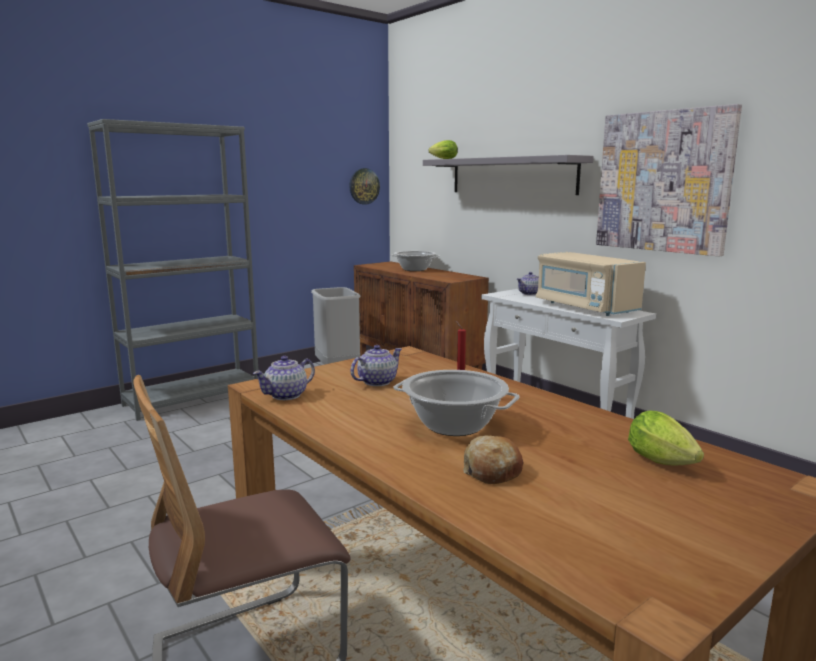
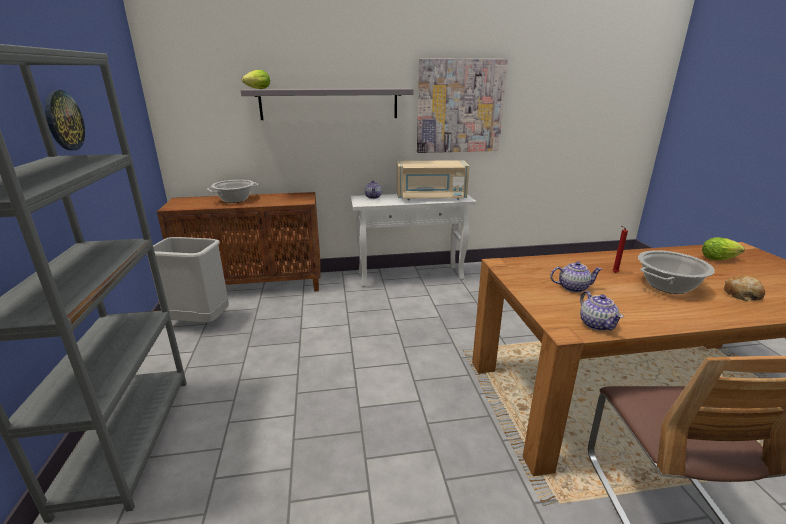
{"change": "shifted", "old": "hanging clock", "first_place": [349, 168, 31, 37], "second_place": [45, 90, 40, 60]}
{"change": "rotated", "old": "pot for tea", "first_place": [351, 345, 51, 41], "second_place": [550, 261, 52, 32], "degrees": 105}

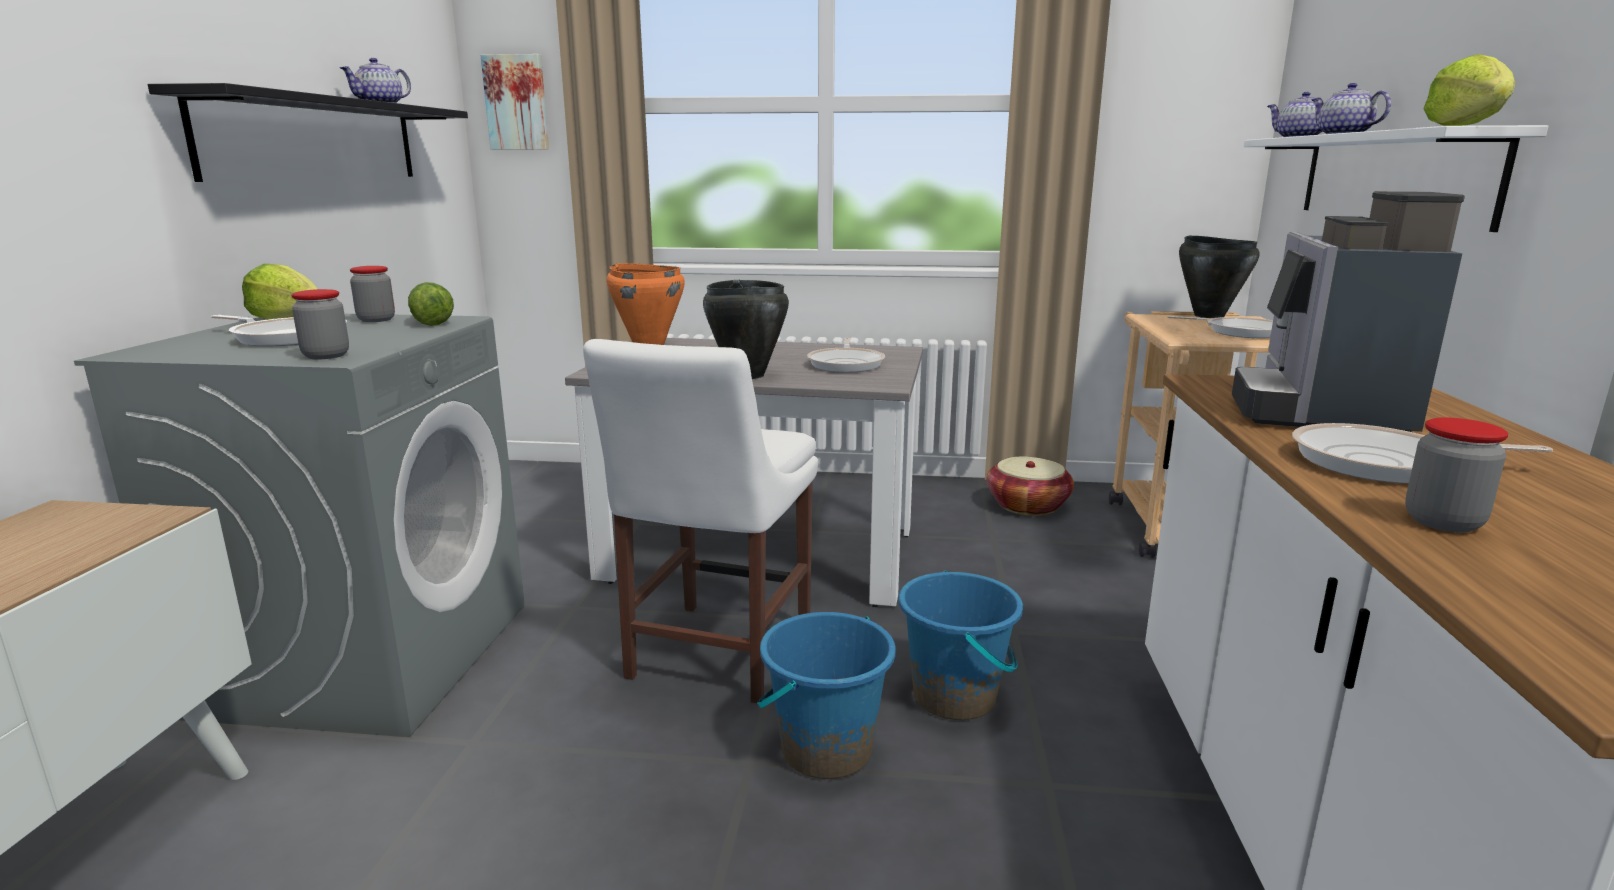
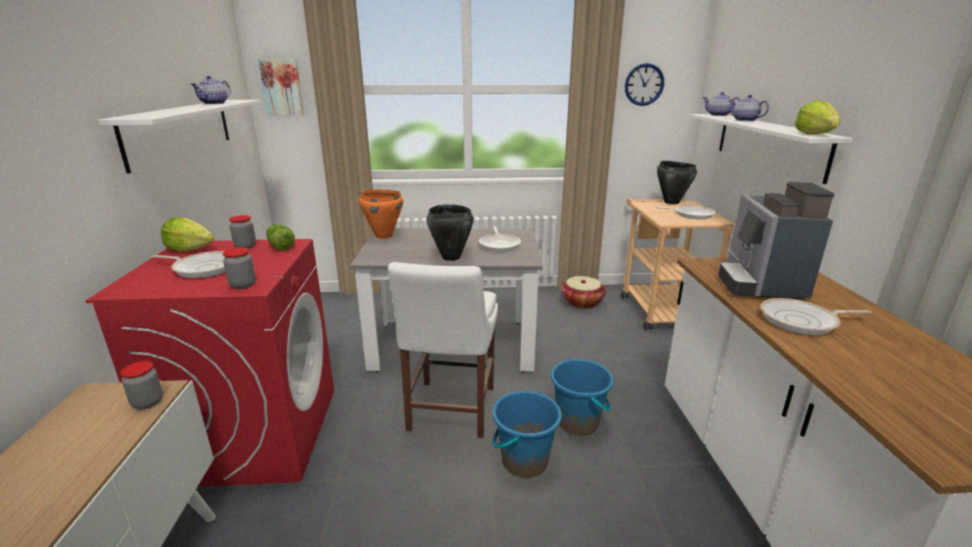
{"change": "new", "new": "hanging clock", "second_place": [625, 63, 39, 43]}
{"change": "shifted", "old": "storage jar", "first_place": [1405, 417, 104, 116], "second_place": [120, 361, 43, 48]}
{"change": "repainted", "old": "gray laundry machine", "new": "reddish laundry machine", "first_place": [74, 314, 451, 423], "second_place": [85, 239, 249, 248]}
{"change": "repainted", "old": "black shelf", "new": "white-coloured shelf", "first_place": [148, 83, 320, 99], "second_place": [98, 100, 163, 74]}

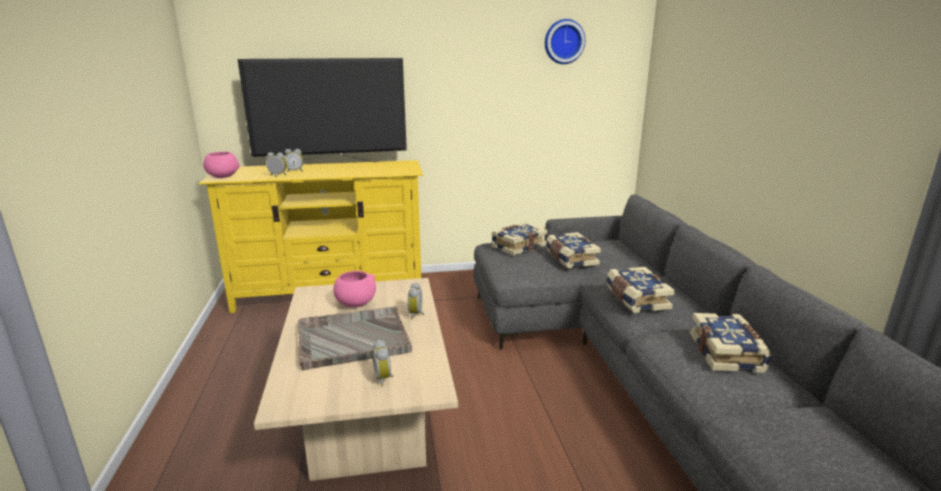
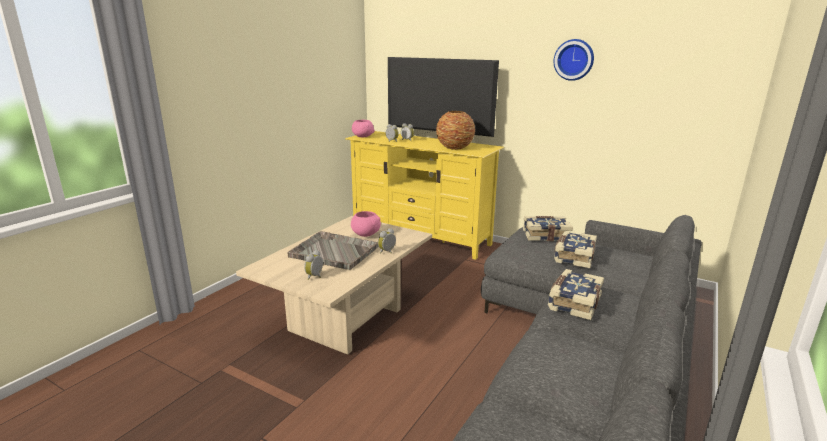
{"change": "gone", "old": "volume", "first_place": [690, 313, 82, 60]}
{"change": "new", "new": "flower vase", "second_place": [436, 111, 39, 39]}
{"change": "shifted", "old": "hanging clock", "first_place": [545, 19, 40, 45], "second_place": [554, 39, 40, 42]}

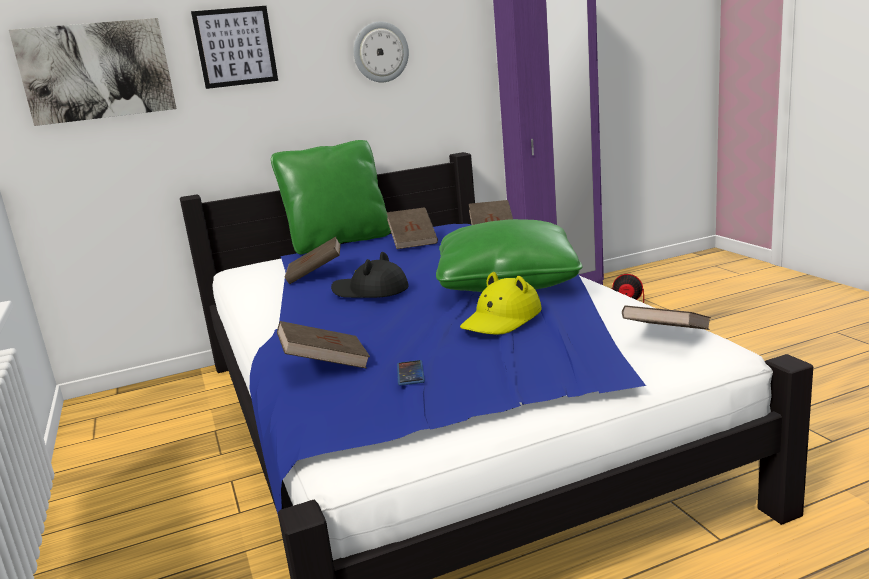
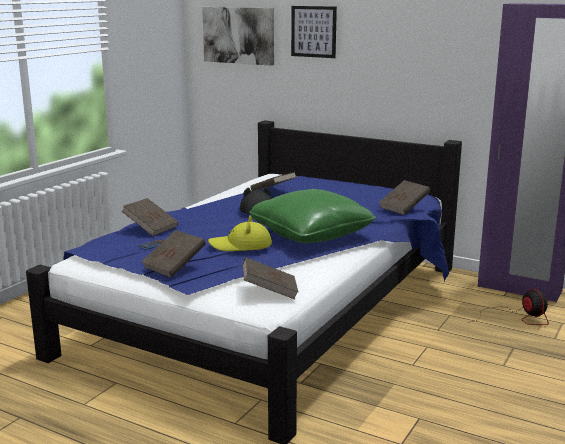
{"change": "gone", "old": "greenish cushion", "first_place": [271, 140, 120, 114]}
{"change": "gone", "old": "hanging clock", "first_place": [354, 21, 55, 61]}
{"change": "shifted", "old": "brown-coloured volume", "first_place": [387, 207, 51, 42], "second_place": [141, 230, 65, 48]}

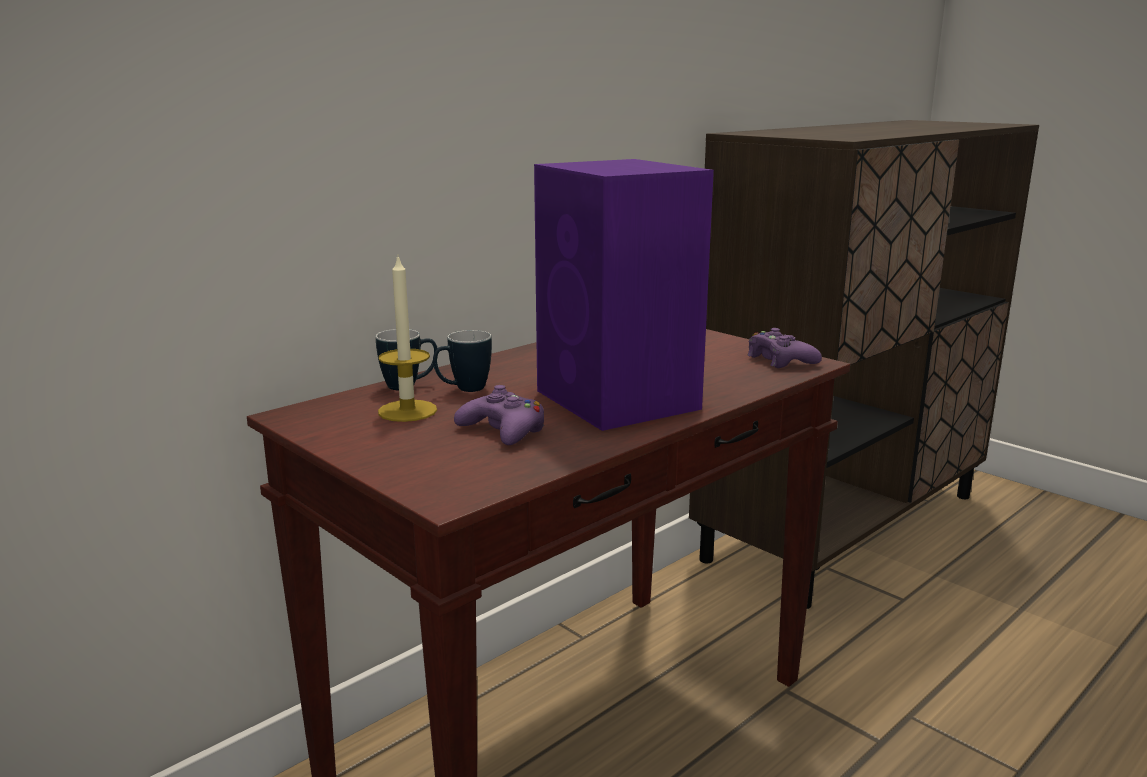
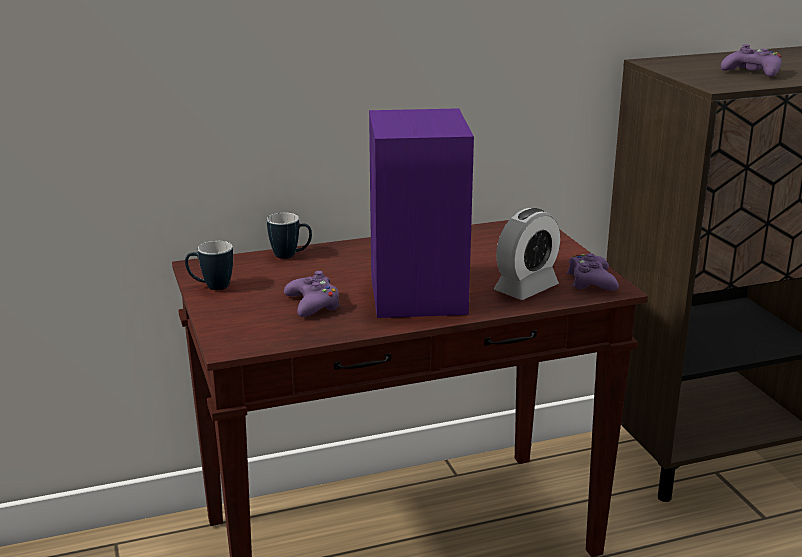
{"change": "gone", "old": "candle", "first_place": [378, 257, 59, 165]}
{"change": "new", "new": "alarm clock", "second_place": [494, 208, 66, 92]}
{"change": "new", "new": "purplish game controller", "second_place": [721, 44, 61, 33]}
{"change": "shifted", "old": "tea mug", "first_place": [433, 330, 59, 62], "second_place": [185, 241, 48, 49]}

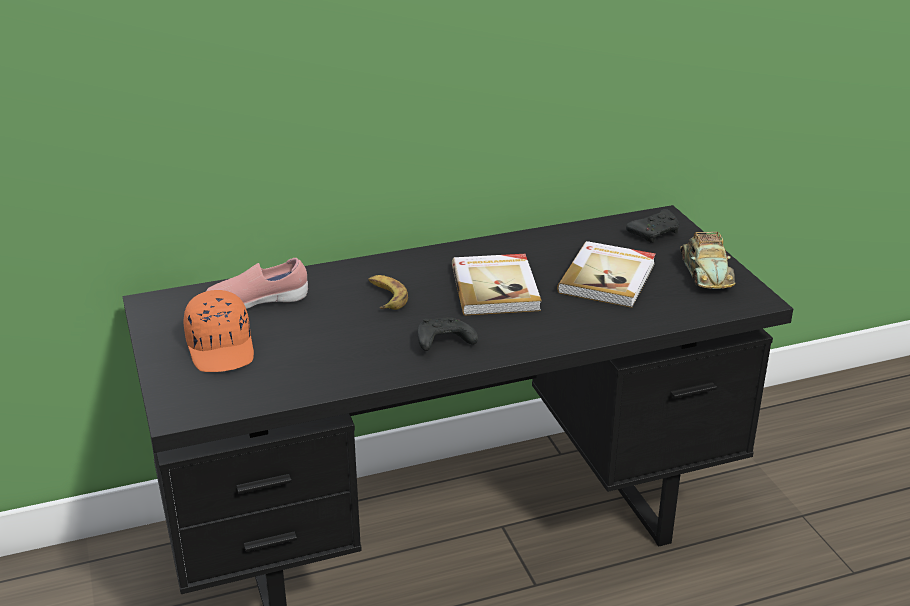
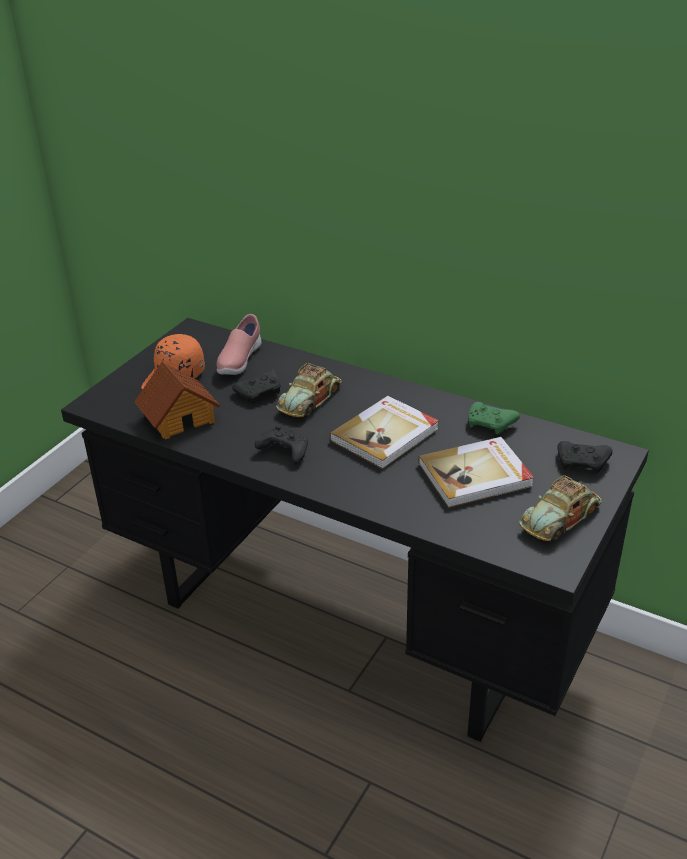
{"change": "new", "new": "toy house", "second_place": [134, 361, 86, 79]}
{"change": "new", "new": "black game controller", "second_place": [232, 369, 48, 35]}
{"change": "new", "new": "greenish game controller", "second_place": [468, 402, 52, 32]}
{"change": "swapped", "old": "whole banana", "new": "model car", "first_place": [368, 275, 40, 35], "second_place": [276, 363, 66, 54]}
{"change": "rotated", "old": "pink shoe", "first_place": [206, 258, 102, 51], "second_place": [217, 314, 45, 61], "degrees": -105}

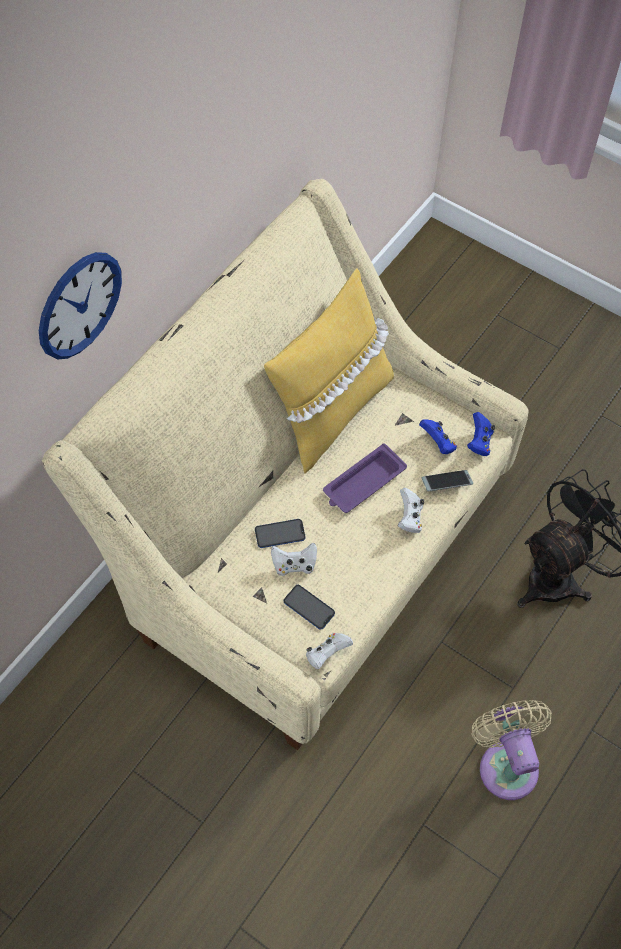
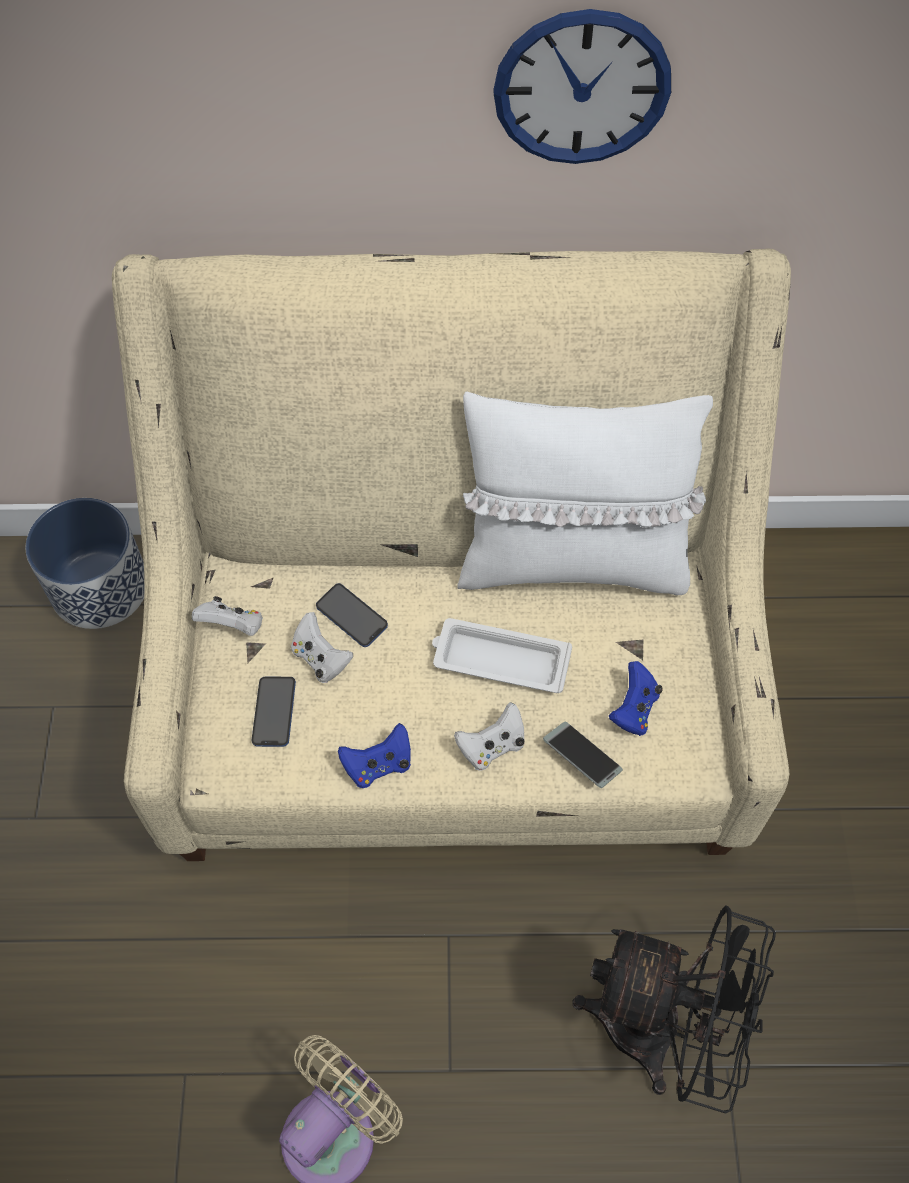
{"change": "new", "new": "flower pot", "second_place": [25, 498, 119, 131]}
{"change": "shifted", "old": "hanging clock", "first_place": [39, 252, 83, 107], "second_place": [493, 9, 178, 155]}
{"change": "shifted", "old": "white-coloured game controller", "first_place": [306, 633, 47, 36], "second_place": [192, 596, 71, 40]}
{"change": "shifted", "old": "blue-coloured game controller", "first_place": [467, 412, 28, 44], "second_place": [338, 723, 73, 65]}
{"change": "repainted", "old": "yellow cushion", "new": "white-coloured cushion", "first_place": [264, 269, 130, 205], "second_place": [457, 391, 256, 204]}
{"change": "repainted", "old": "purplish carrying tray", "new": "white-coloured carrying tray", "first_place": [323, 443, 84, 70], "second_place": [432, 618, 140, 75]}

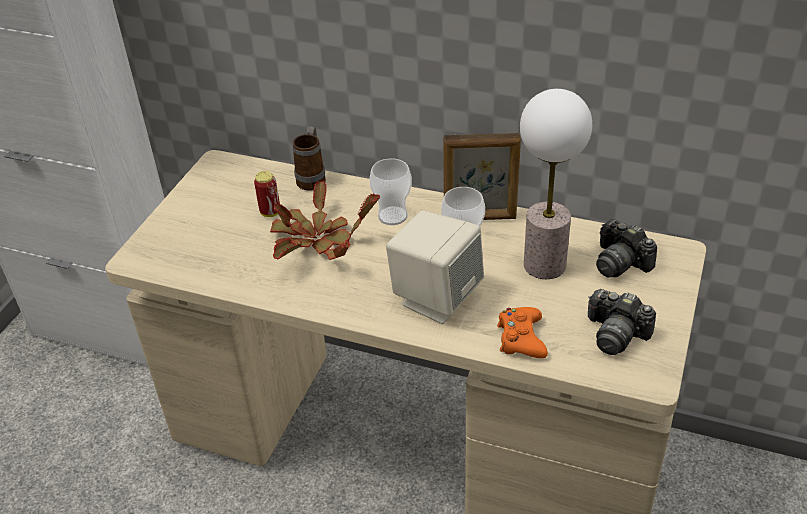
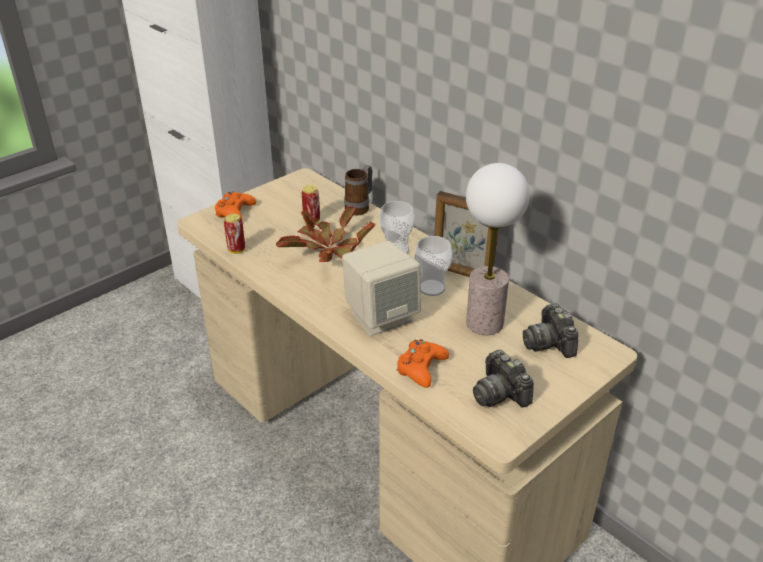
{"change": "new", "new": "orangey game controller", "second_place": [215, 192, 41, 27]}
{"change": "new", "new": "sealed can", "second_place": [224, 214, 21, 40]}

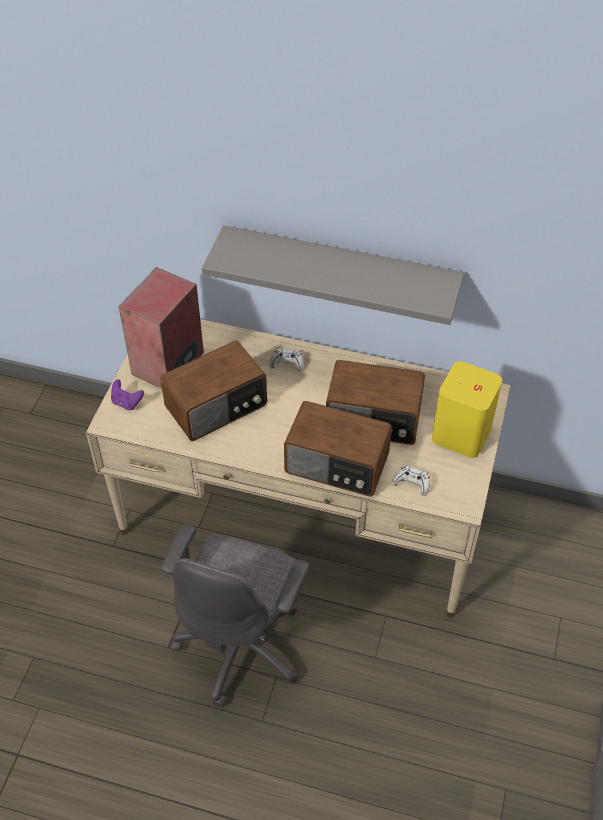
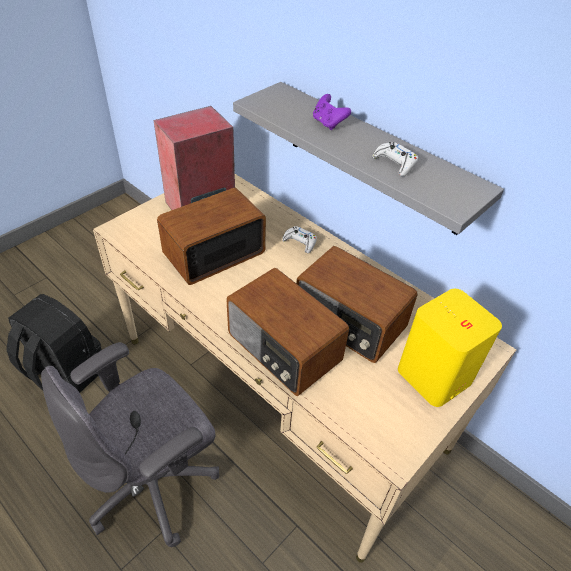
{"change": "new", "new": "black rucksack", "second_place": [7, 294, 95, 99]}
{"change": "shifted", "old": "purplish game controller", "first_place": [111, 379, 33, 31], "second_place": [313, 94, 38, 36]}
{"change": "shifted", "old": "white-coloured game controller", "first_place": [392, 465, 39, 31], "second_place": [372, 142, 46, 34]}
{"change": "rotated", "old": "radio set", "first_place": [160, 340, 107, 101], "second_place": [157, 188, 109, 97], "degrees": 150}

